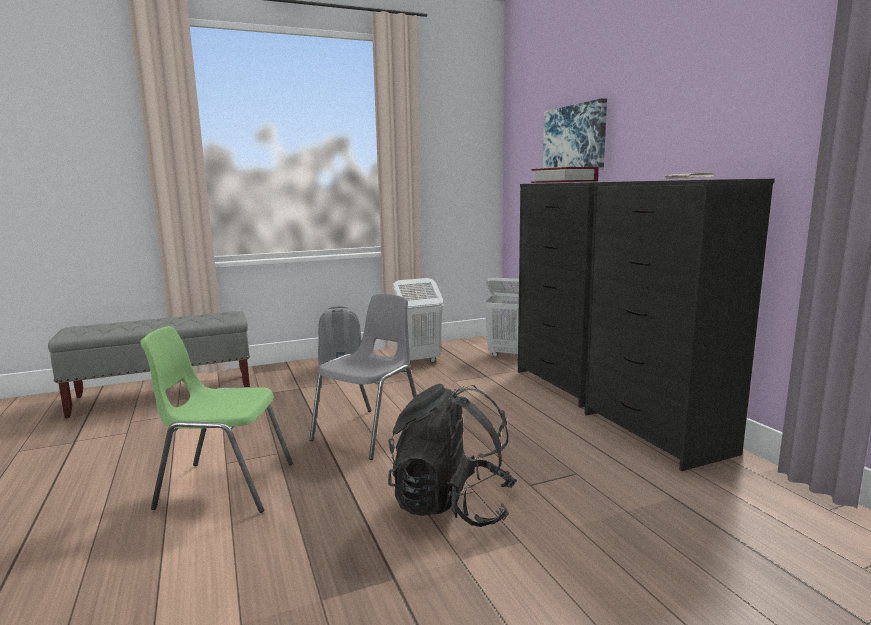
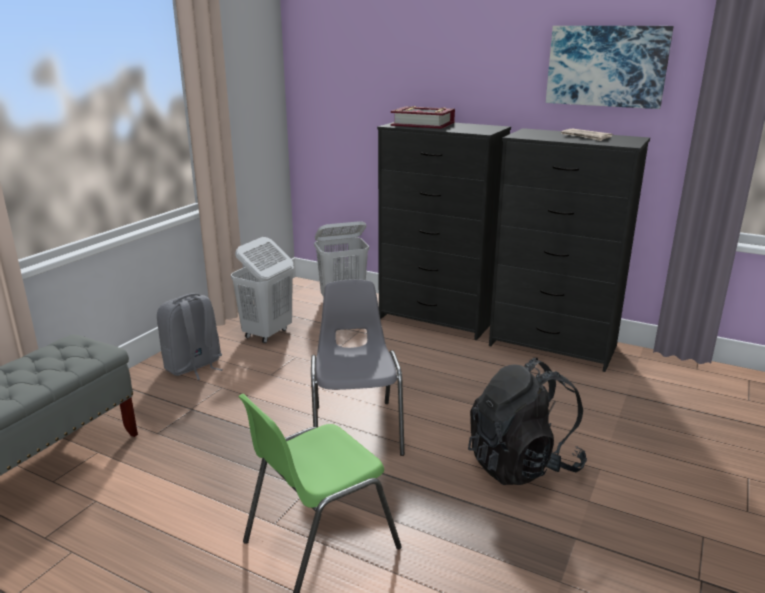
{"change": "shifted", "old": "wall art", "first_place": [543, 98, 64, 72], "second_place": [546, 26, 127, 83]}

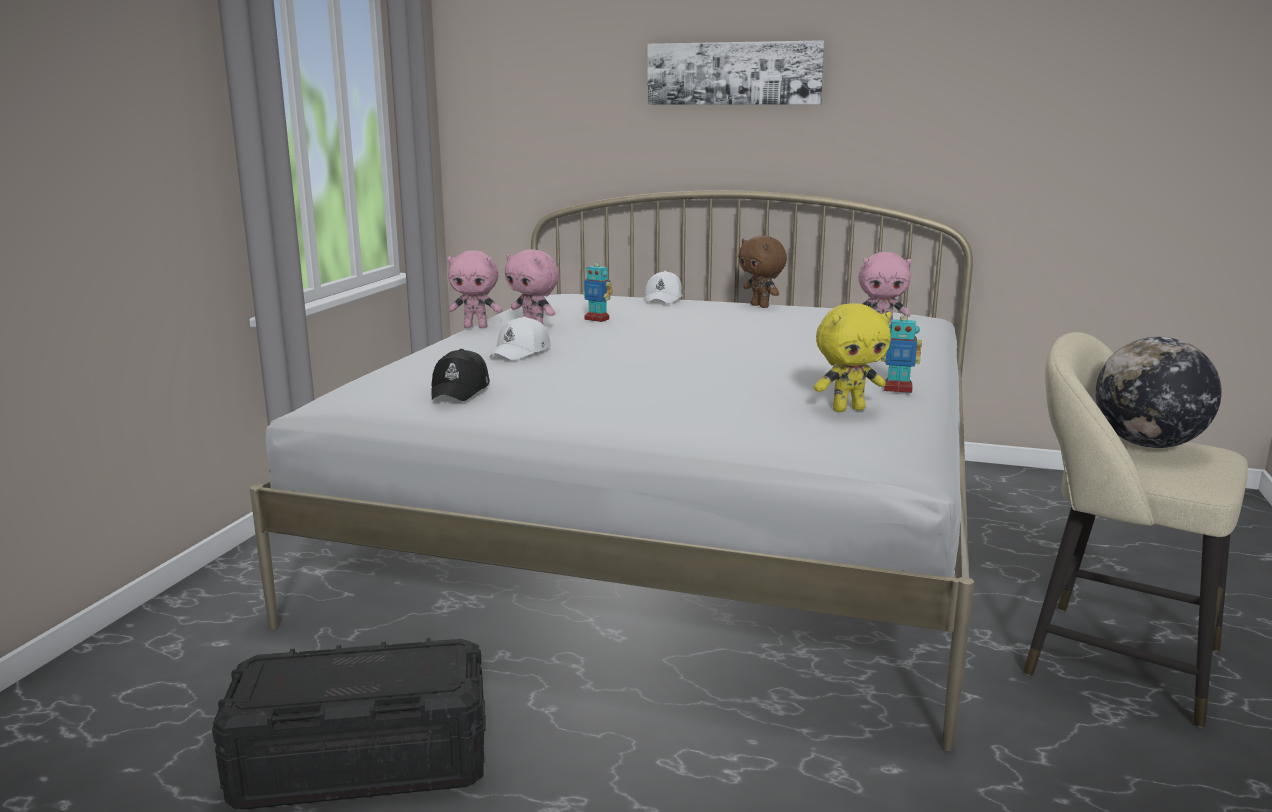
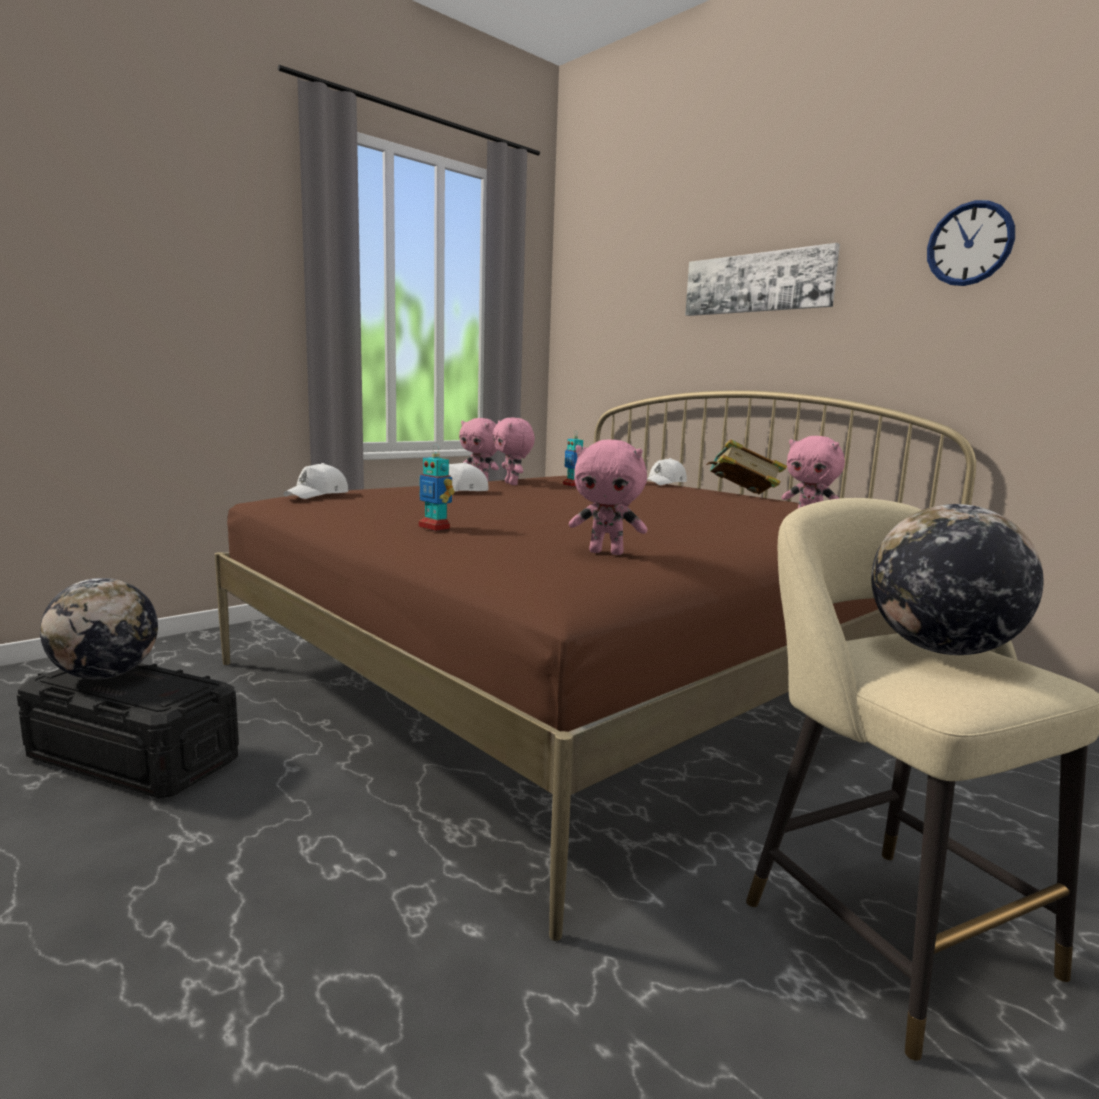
{"change": "gone", "old": "black cap", "first_place": [431, 349, 59, 52]}
{"change": "new", "new": "world globe", "second_place": [40, 578, 118, 101]}
{"change": "new", "new": "white-coloured cap", "second_place": [284, 463, 64, 36]}
{"change": "new", "new": "hanging clock", "second_place": [927, 200, 88, 86]}
{"change": "shifted", "old": "model robot", "first_place": [881, 310, 41, 83], "second_place": [419, 444, 36, 87]}
{"change": "swapped", "old": "brown-coloured plush toy", "new": "volume", "first_place": [738, 236, 49, 72], "second_place": [706, 439, 81, 55]}
{"change": "repainted", "old": "white-coloured bedroom bed", "new": "brown-coloured bedroom bed", "first_place": [250, 190, 724, 561], "second_place": [215, 390, 761, 551]}
{"change": "repainted", "old": "yellow plush toy", "new": "pink plush toy", "first_place": [814, 303, 78, 109], "second_place": [569, 439, 78, 116]}

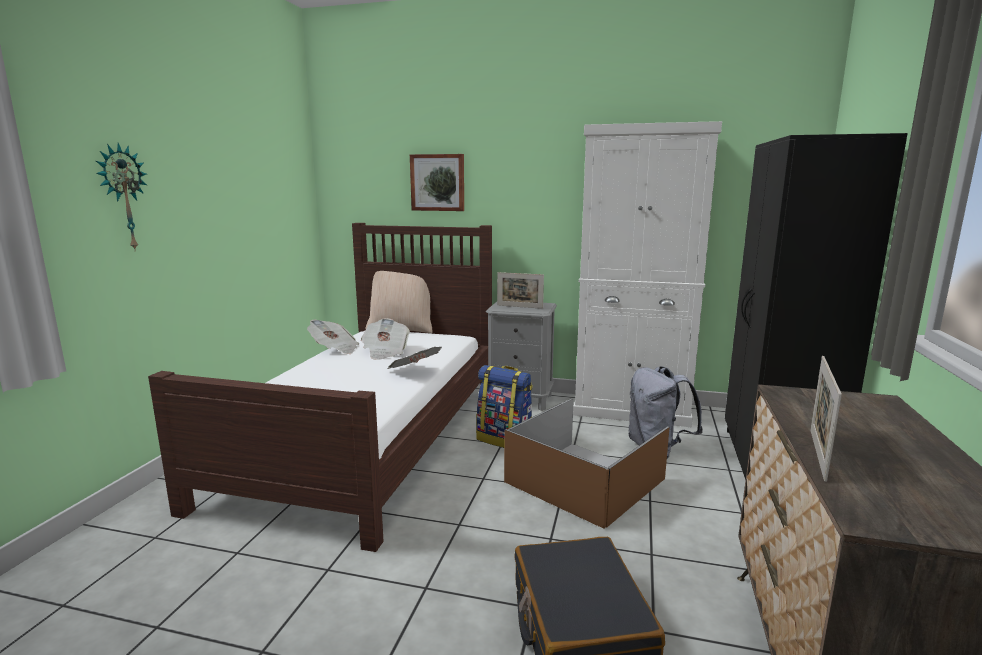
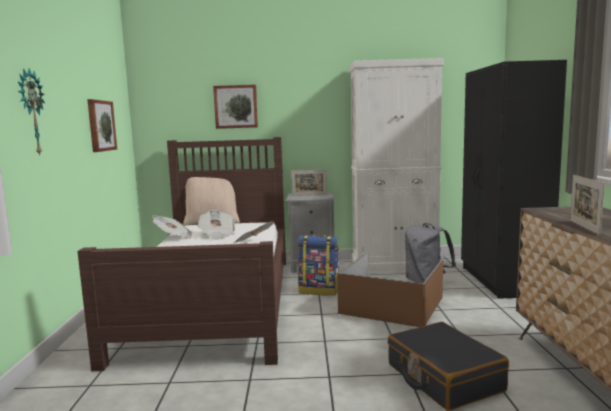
{"change": "new", "new": "wall art", "second_place": [87, 99, 30, 53]}

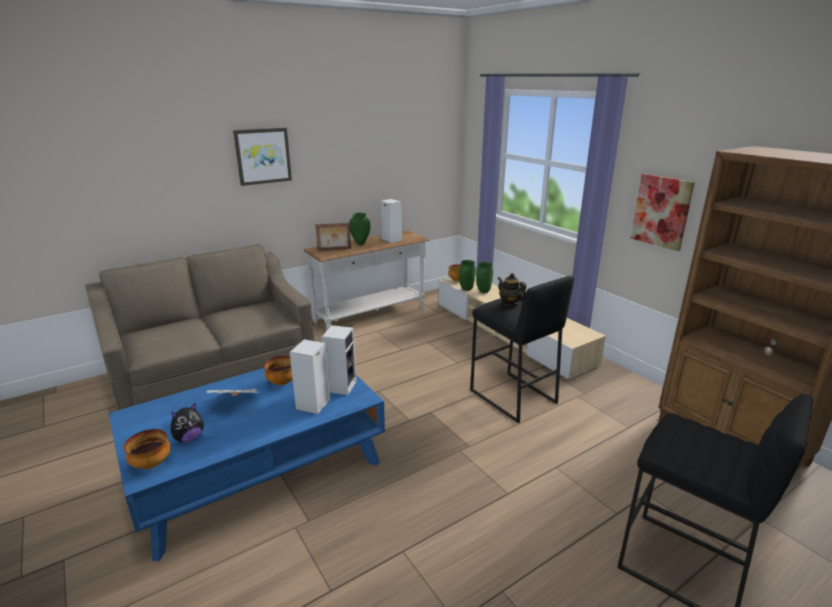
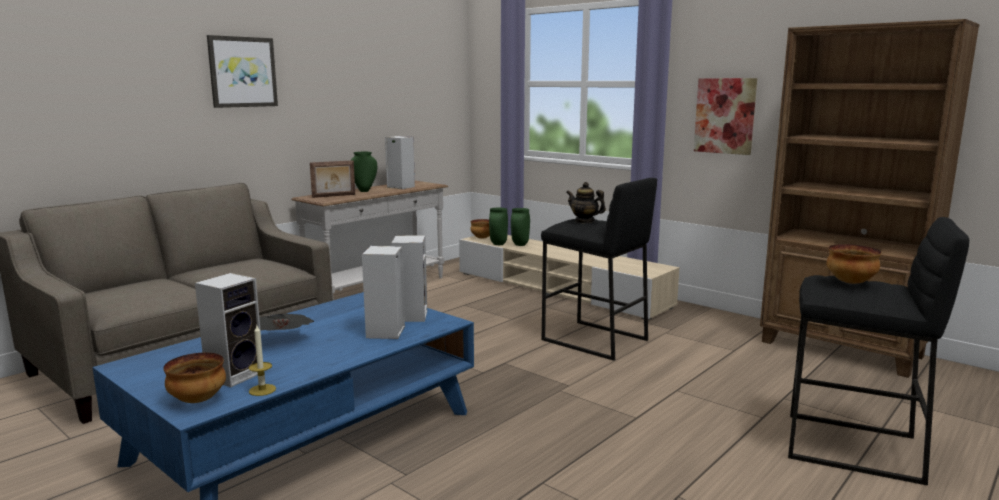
{"change": "new", "new": "candle", "second_place": [249, 325, 27, 71]}
{"change": "shifted", "old": "deep dish", "first_place": [264, 356, 29, 29], "second_place": [826, 244, 55, 40]}
{"change": "swapped", "old": "plush toy", "new": "audio speaker", "first_place": [171, 403, 33, 40], "second_place": [195, 273, 68, 114]}

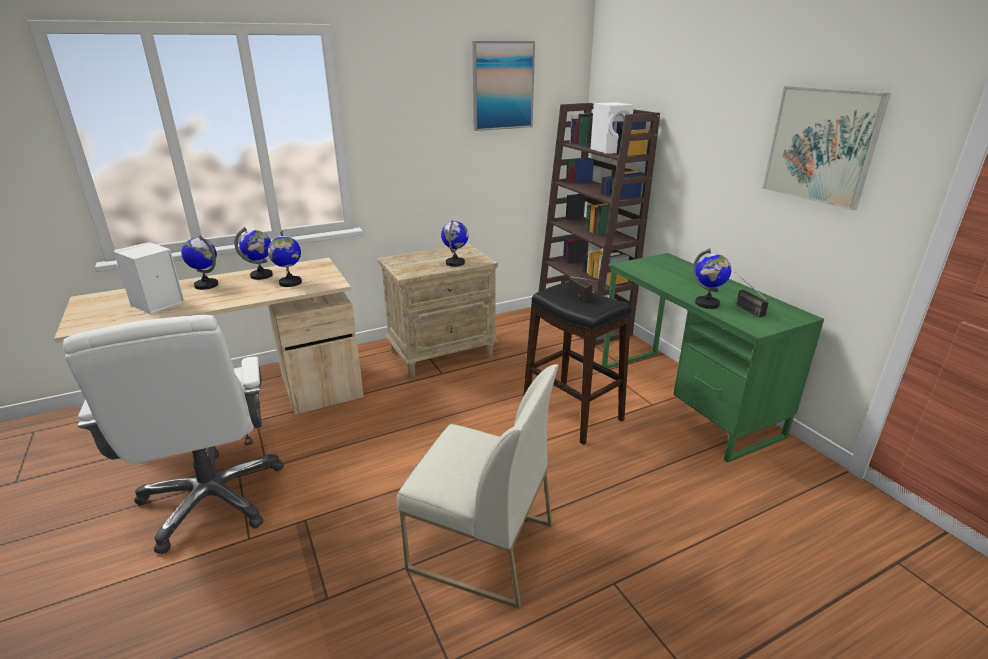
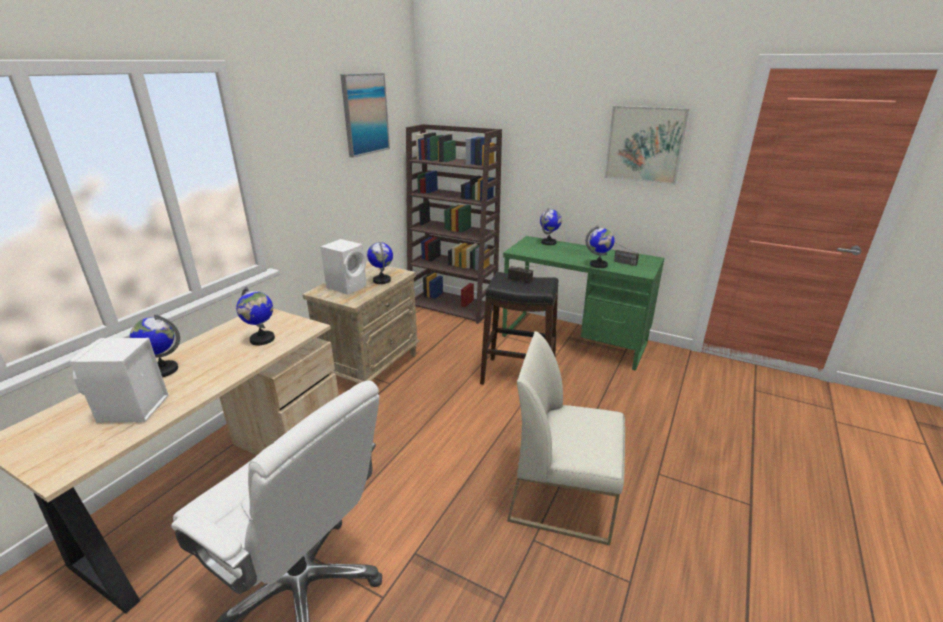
{"change": "shifted", "old": "world globe", "first_place": [234, 227, 39, 53], "second_place": [540, 208, 22, 37]}
{"change": "shifted", "old": "white-coloured audio speaker", "first_place": [590, 102, 44, 52], "second_place": [320, 239, 47, 56]}
{"change": "rotated", "old": "white-coloured chair", "first_place": [397, 364, 161, 245], "second_place": [507, 331, 118, 214], "degrees": -150}

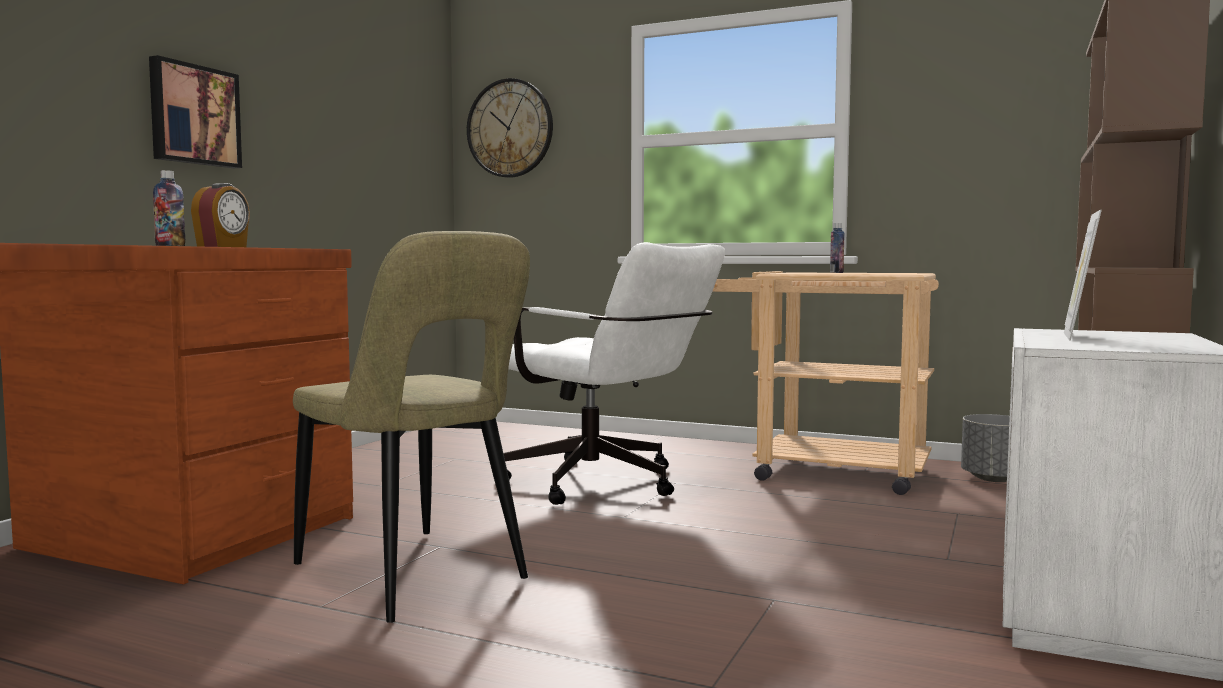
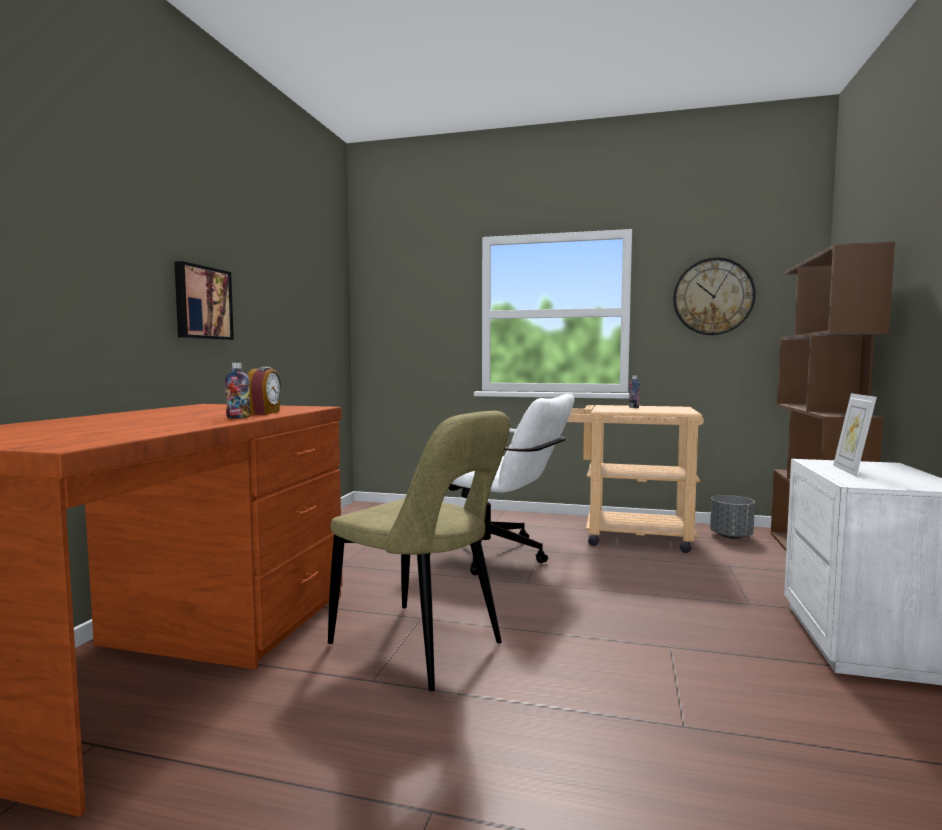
{"change": "shifted", "old": "hanging clock", "first_place": [467, 78, 86, 100], "second_place": [673, 257, 83, 78]}

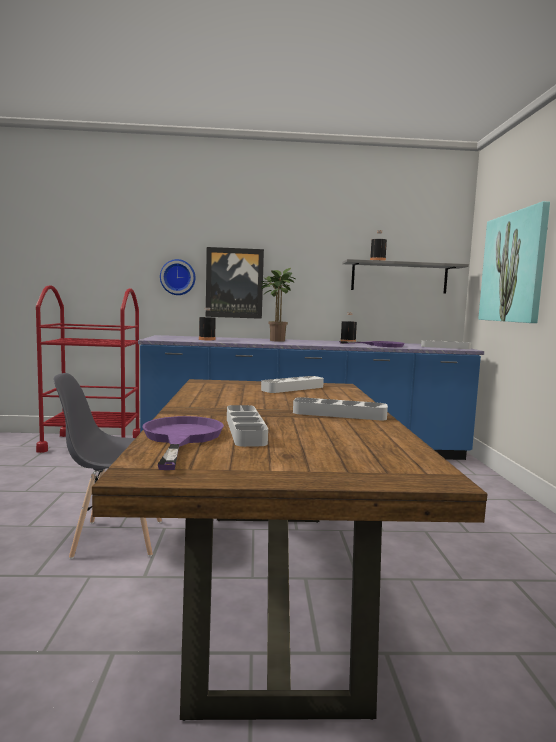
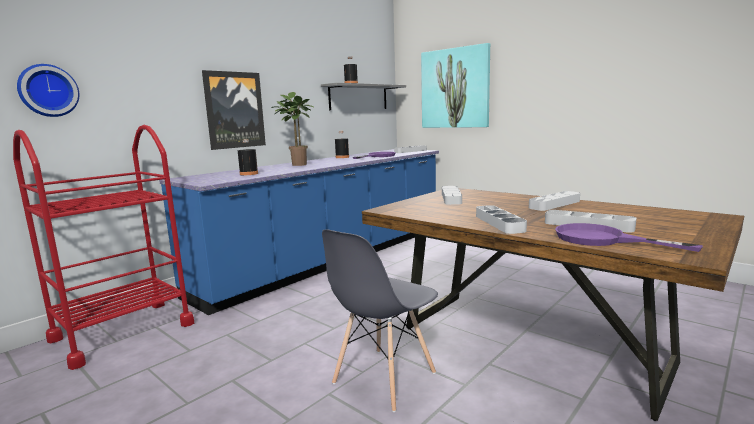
{"change": "new", "new": "gray carrying tray", "second_place": [476, 205, 51, 29]}
{"change": "shifted", "old": "hanging clock", "first_place": [160, 259, 35, 36], "second_place": [17, 64, 62, 53]}

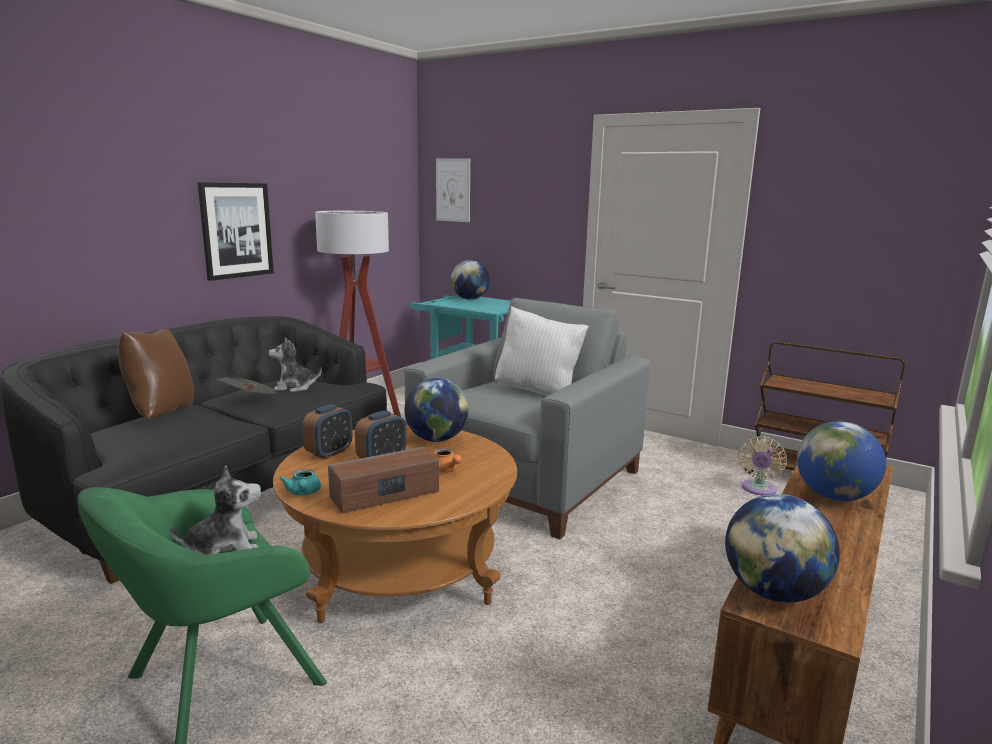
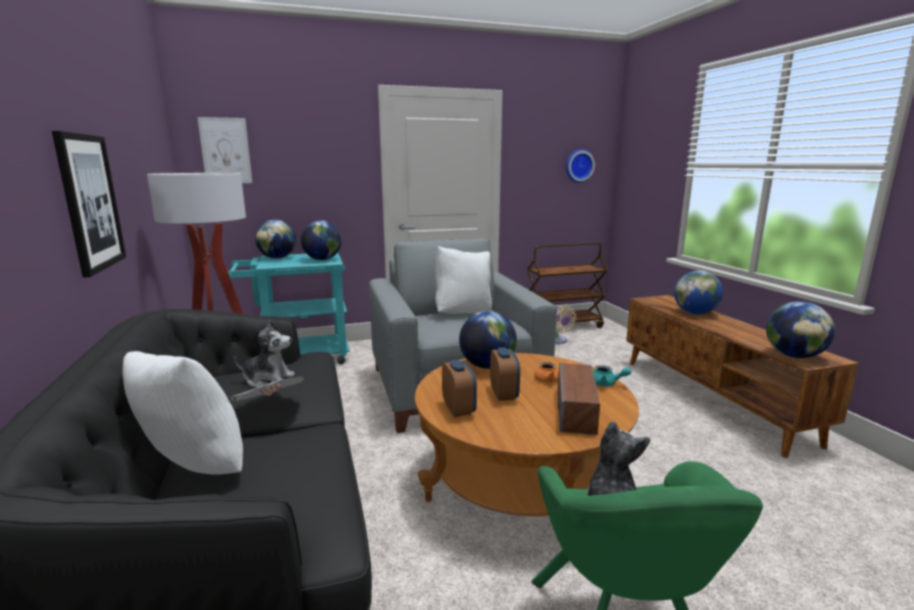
{"change": "new", "new": "world globe", "second_place": [301, 220, 41, 40]}
{"change": "new", "new": "hanging clock", "second_place": [566, 149, 29, 34]}
{"change": "shifted", "old": "turquoise pot for tea", "first_place": [279, 469, 42, 27], "second_place": [593, 365, 38, 21]}
{"change": "repainted", "old": "brown-coloured cushion", "new": "white-coloured cushion", "first_place": [118, 329, 76, 90], "second_place": [123, 351, 120, 124]}
{"change": "rotated", "old": "plush toy", "first_place": [269, 337, 53, 55], "second_place": [234, 320, 61, 67], "degrees": -120}

